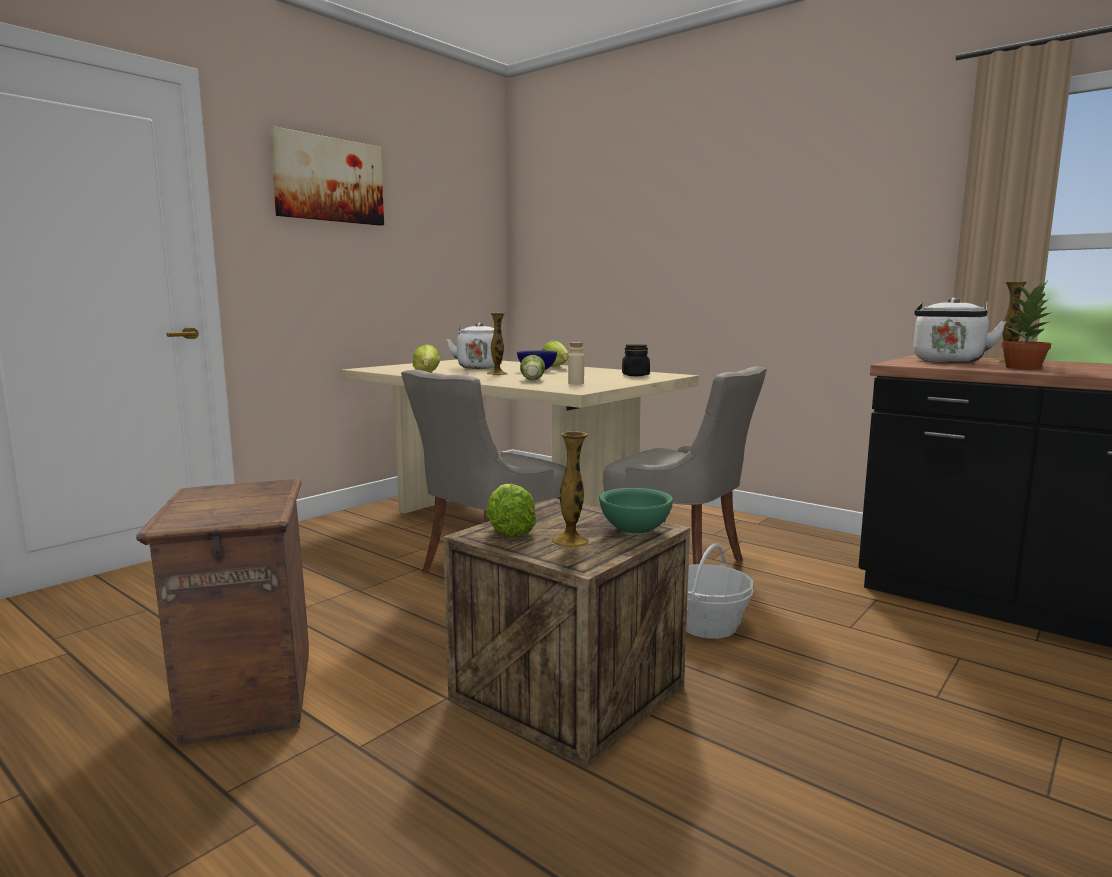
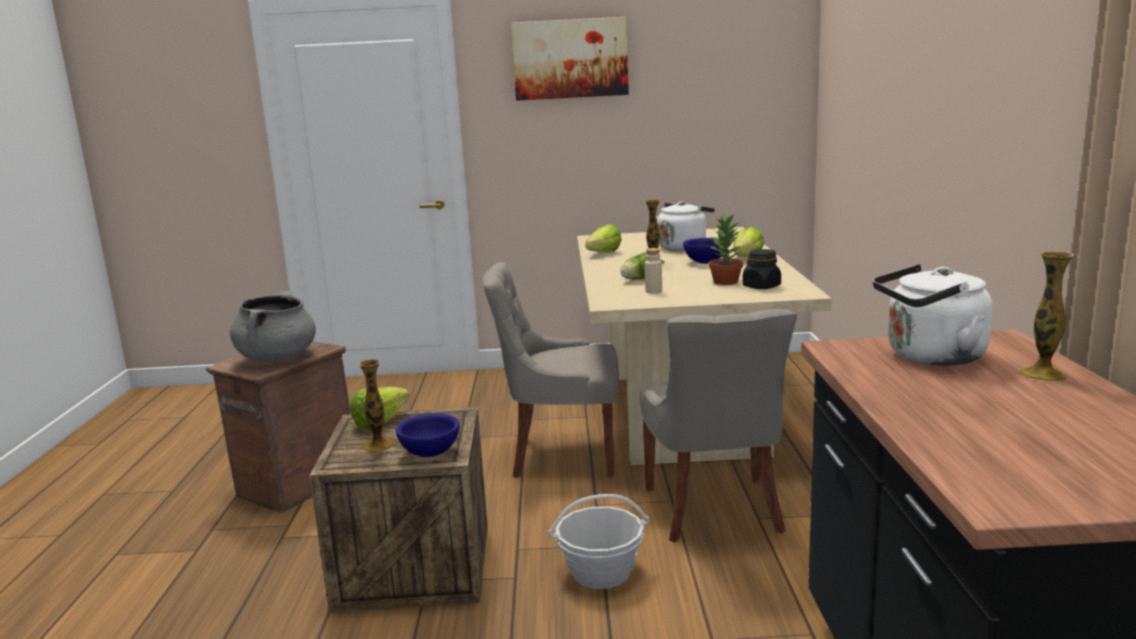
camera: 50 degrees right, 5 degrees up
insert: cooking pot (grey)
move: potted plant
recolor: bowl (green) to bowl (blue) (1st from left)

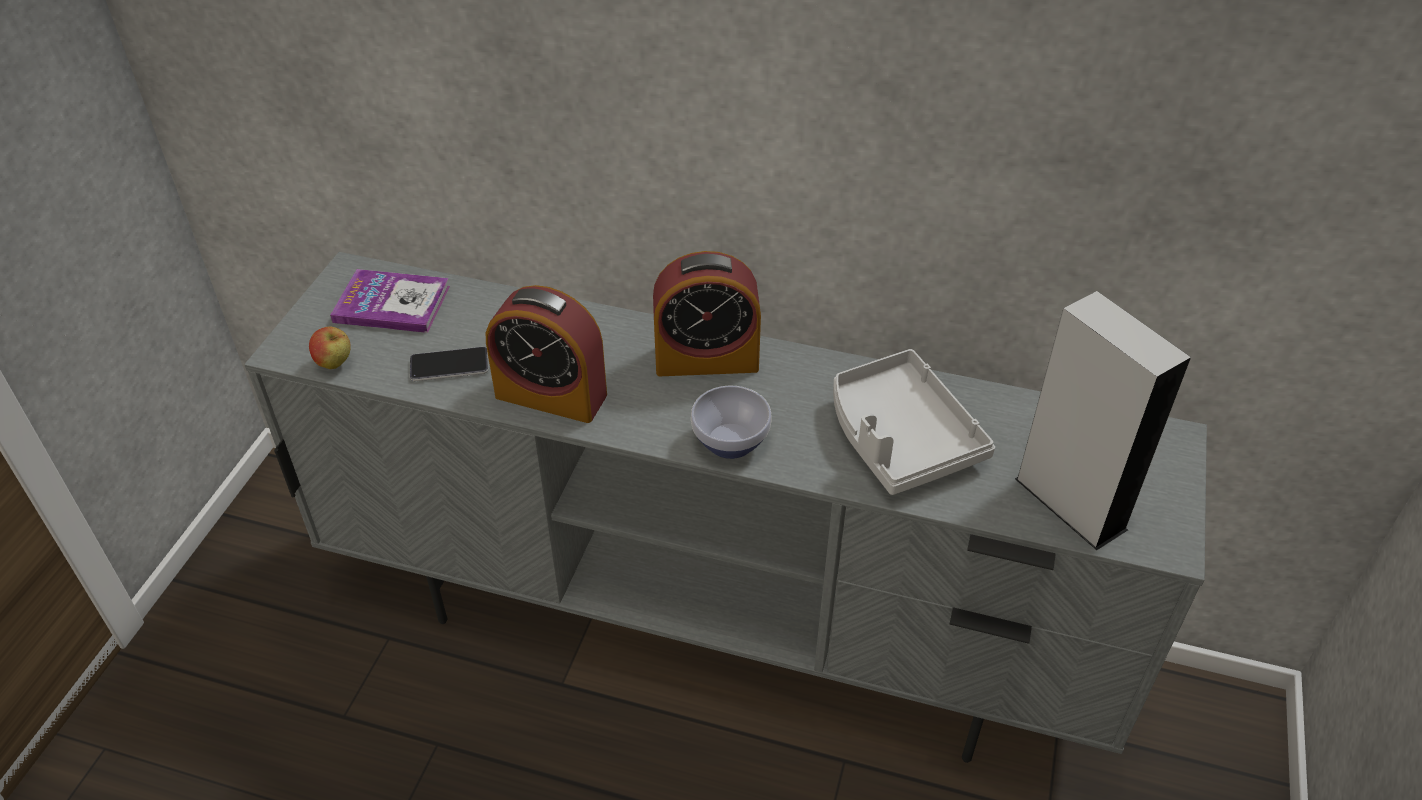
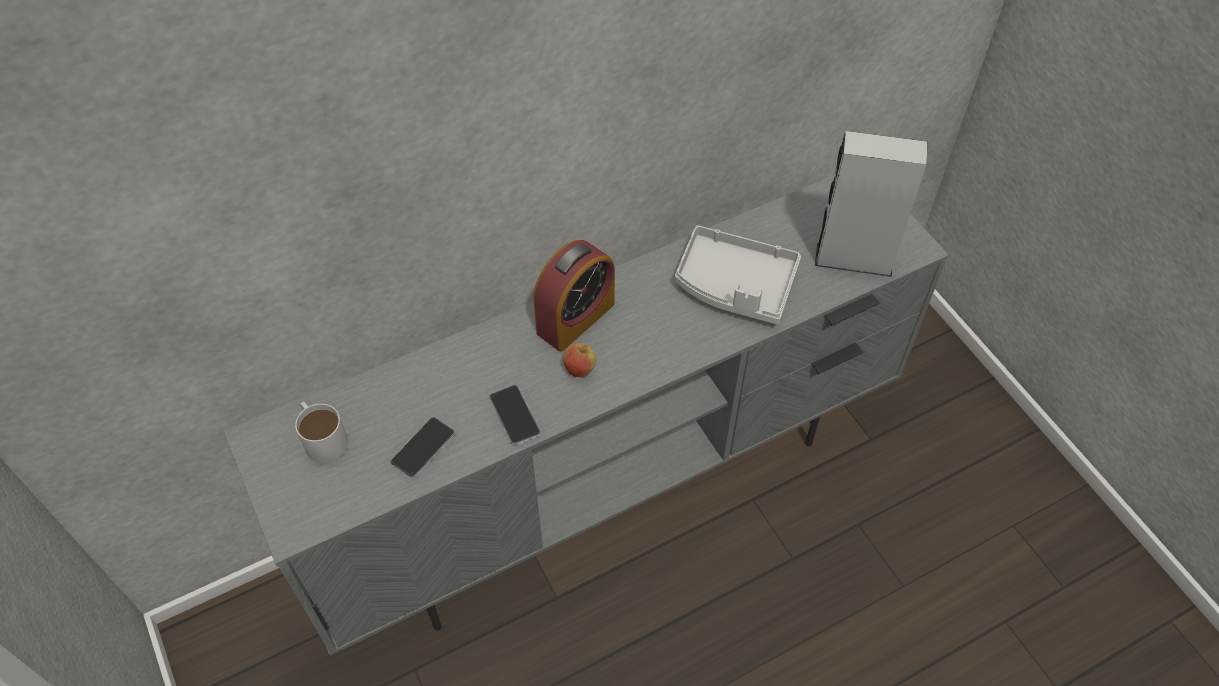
camera: 45 degrees left, 10 degrees up
delete: bowl
move: apple
replace: book to mug (white); alarm clock (1st from left) to phone (2nd from left)

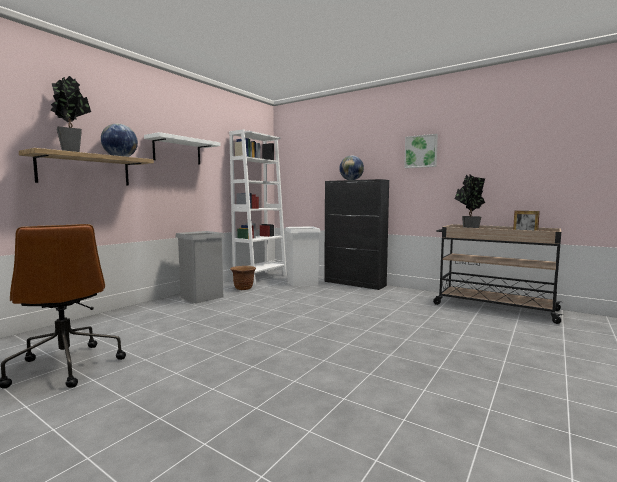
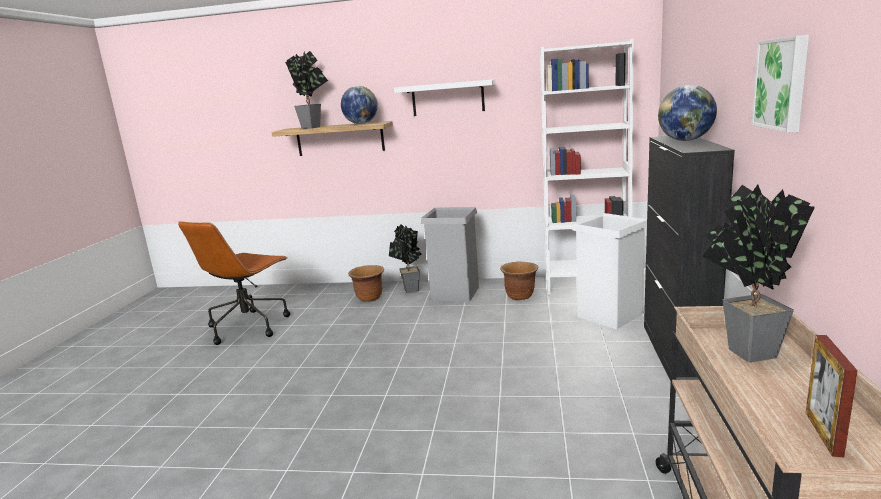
camera: 65 degrees right, 10 degrees up
insert: potted plant (2nd from left); planter (brown) (1st from left)

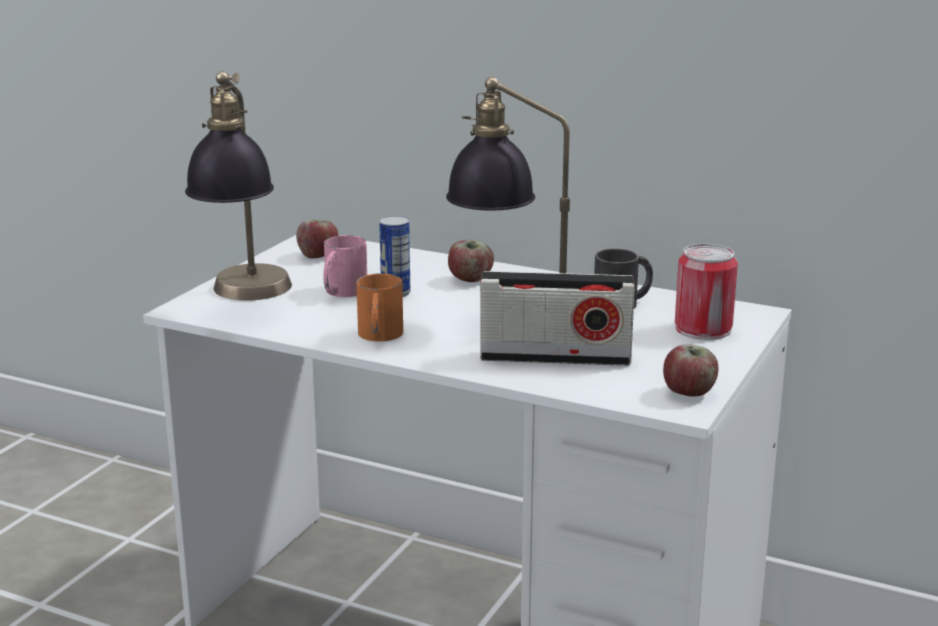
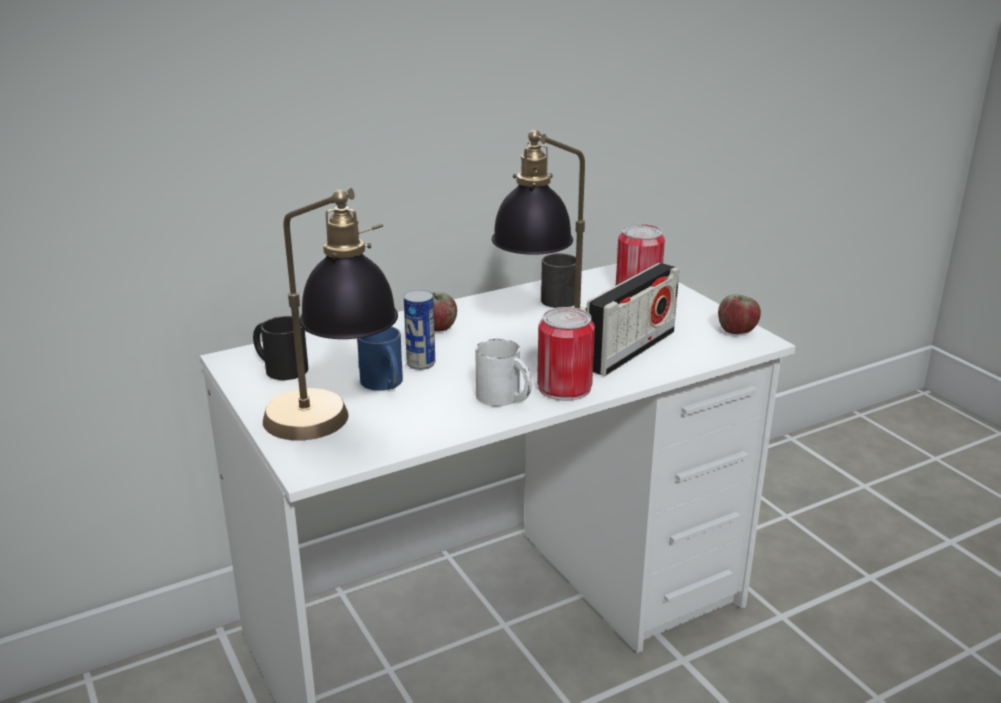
camera: 55 degrees left, 5 degrees up
insert: can (2nd from left)
replace: apple (1st from left) to mug (black) (1st from left)
recolor: mug (pink) to mug (blue); mug (orange) to mug (white)

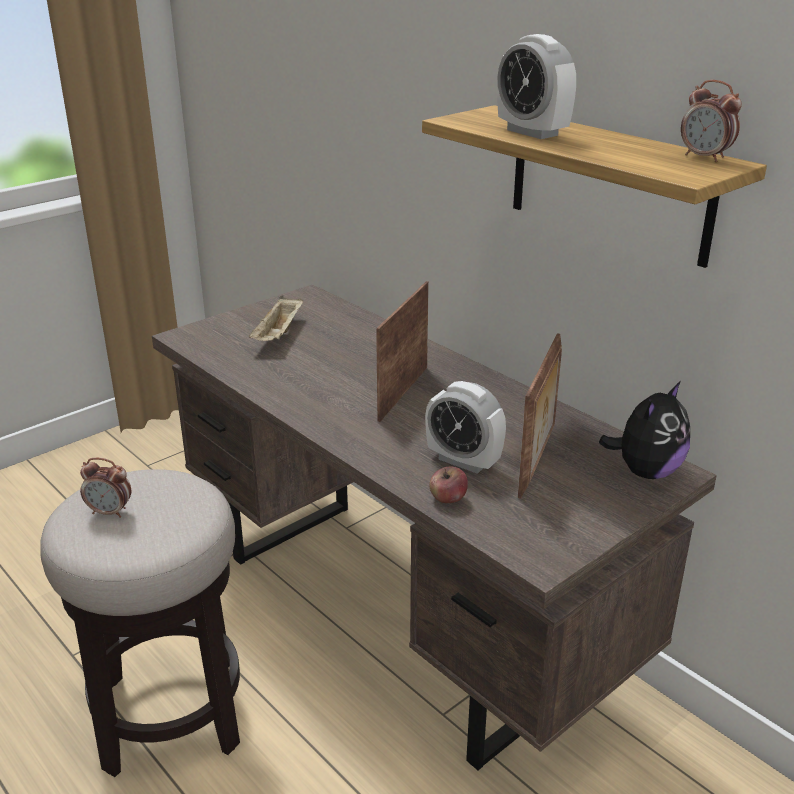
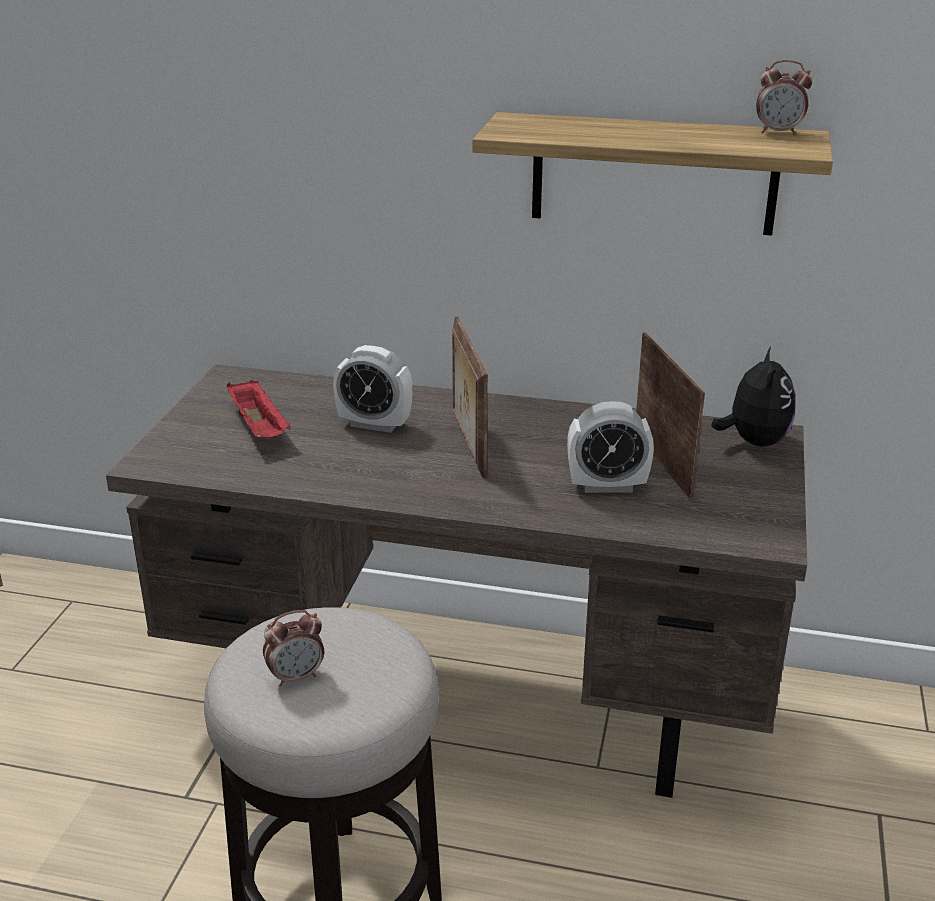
camera: 35 degrees left, 0 degrees up
delete: apple
move: alarm clock (3rd from left in the first image) to alarm clock (2nd from left)
recolor: tray (beige) to tray (red)

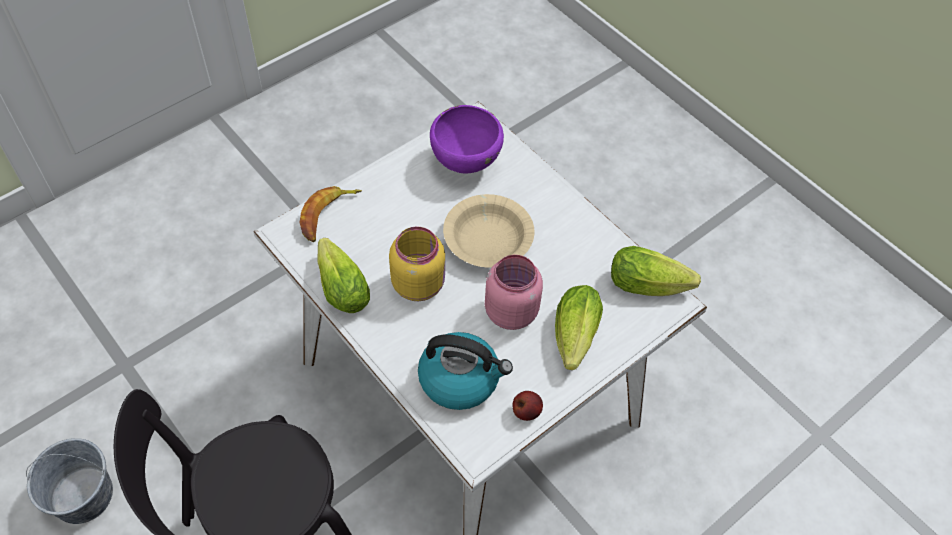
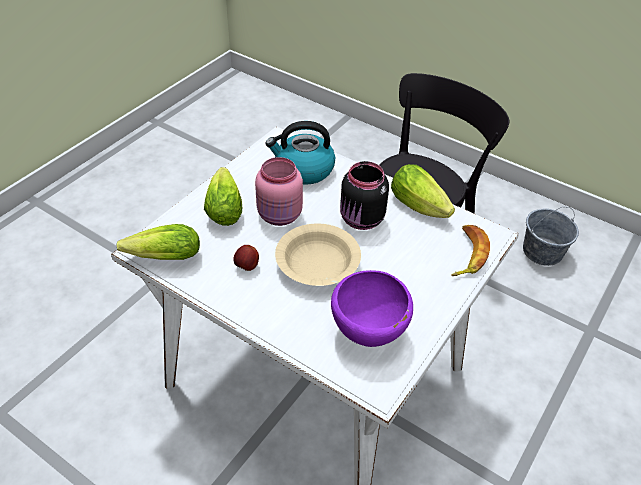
camera: 165 degrees right, 10 degrees down
move: apple
recolor: jar (yellow) to jar (black)

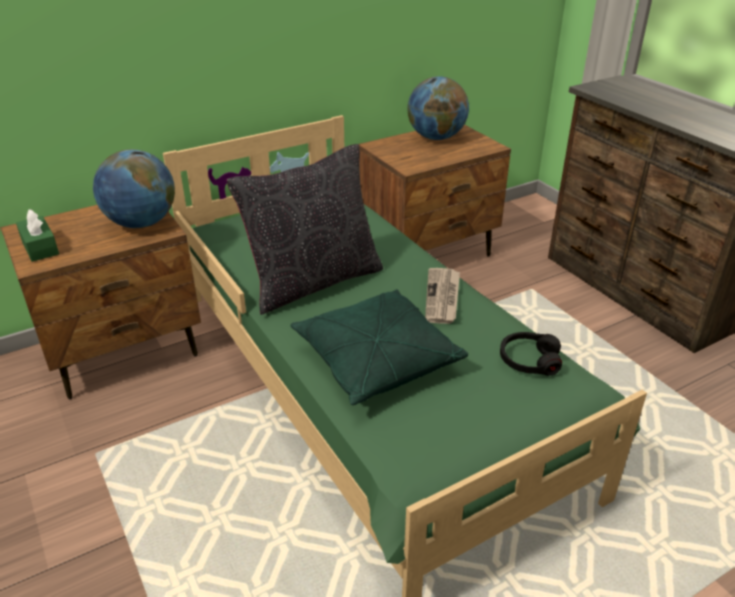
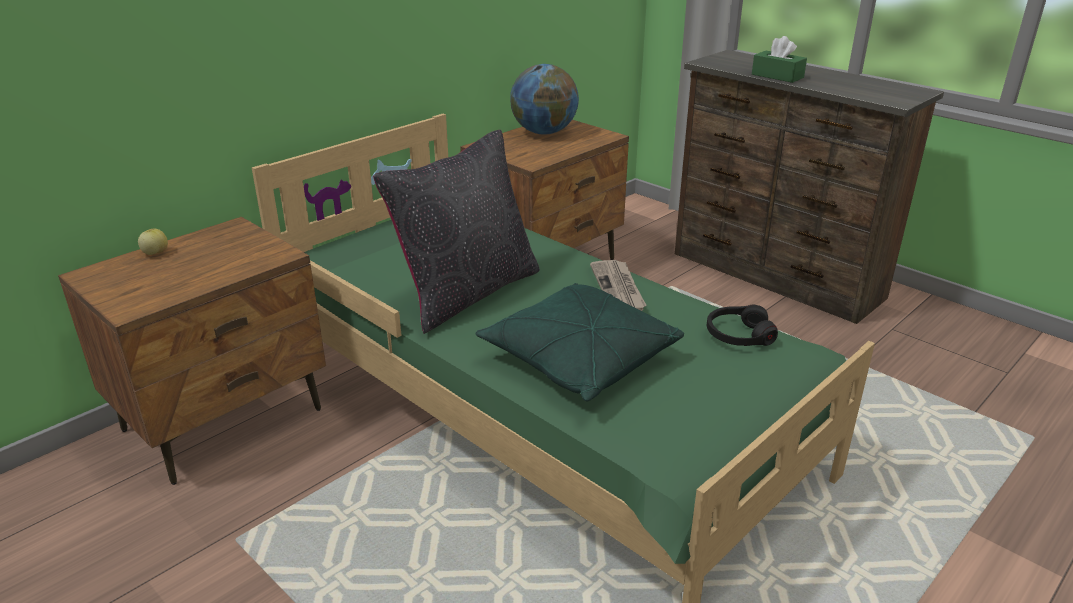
camera: 15 degrees left, 5 degrees down
delete: globe (1st from left)
insert: apple
move: tissue box (green)

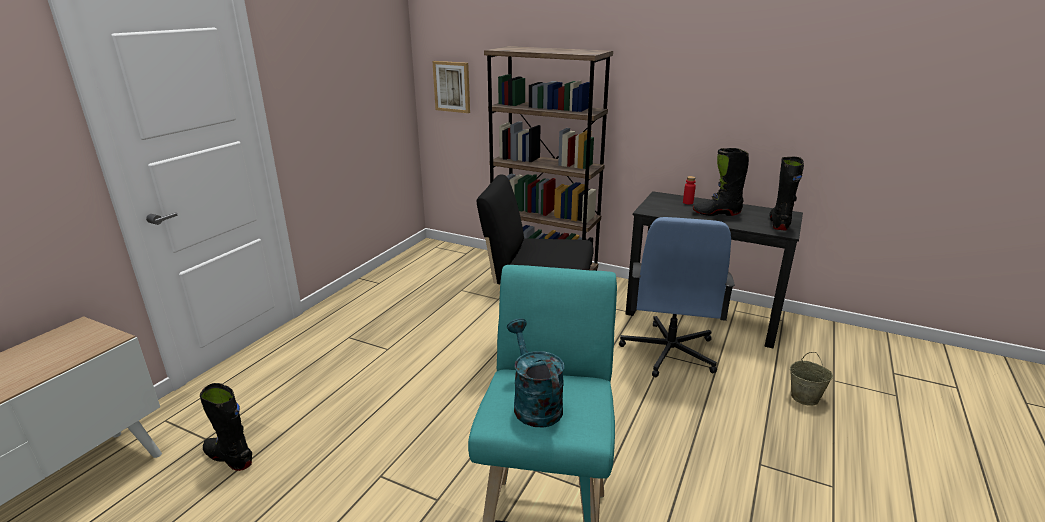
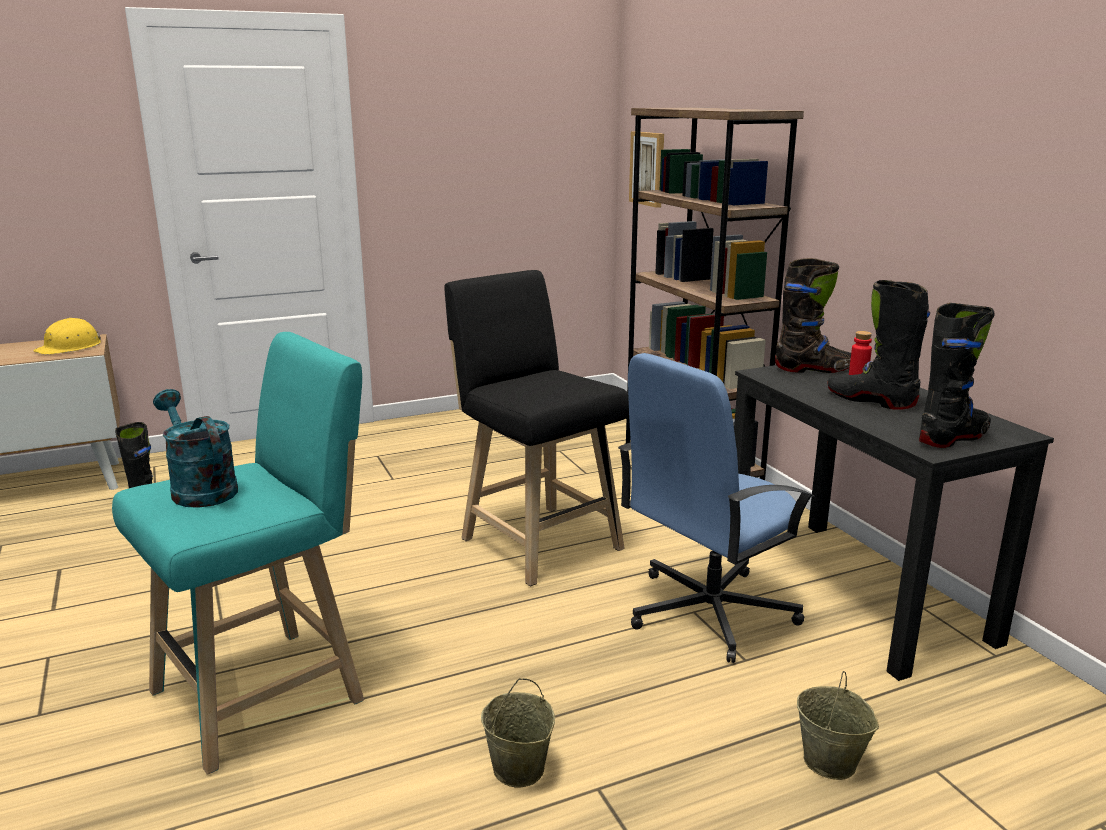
camera: 40 degrees right, 5 degrees down
insert: boot (black) (2nd from left); hard hat (yellow); bucket (beige) (1st from left)
rotate: watering can (turquoise) 60 degrees counterclockwise

